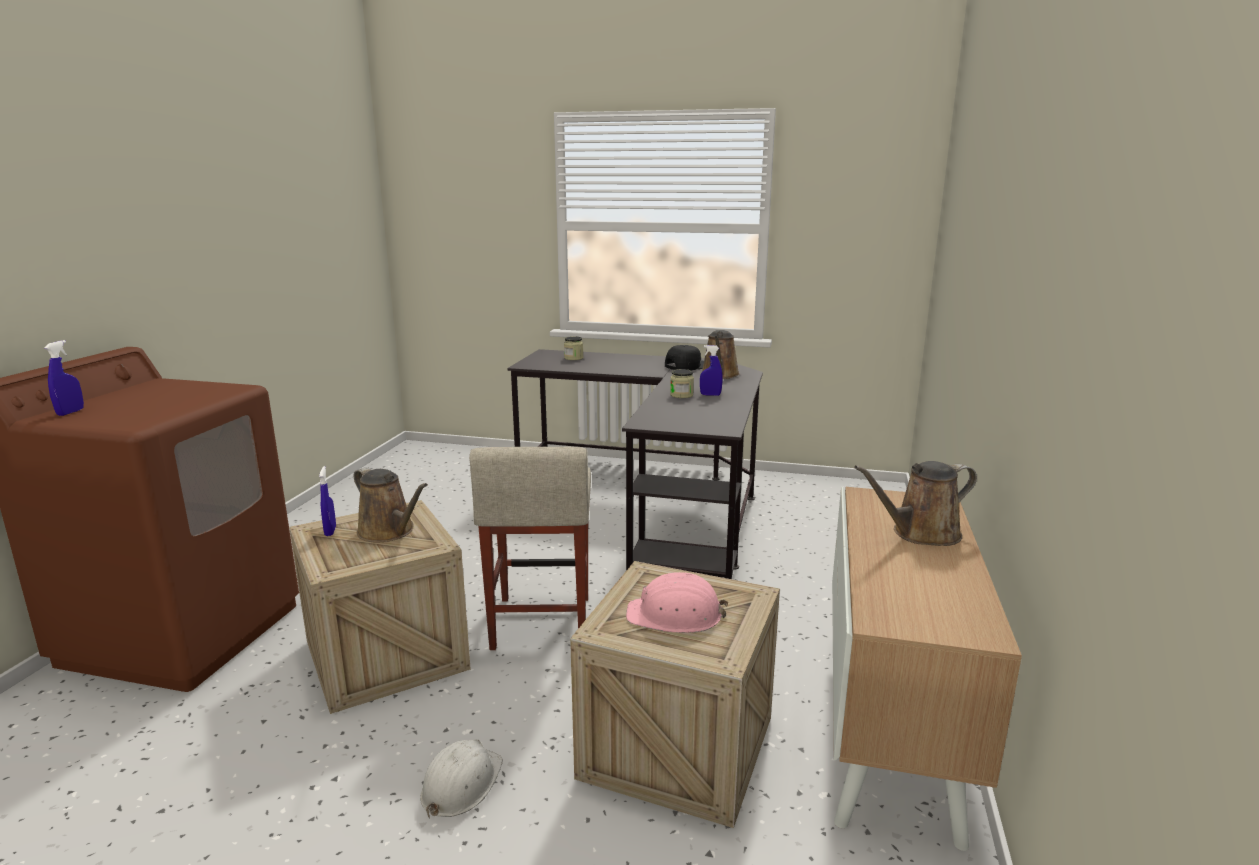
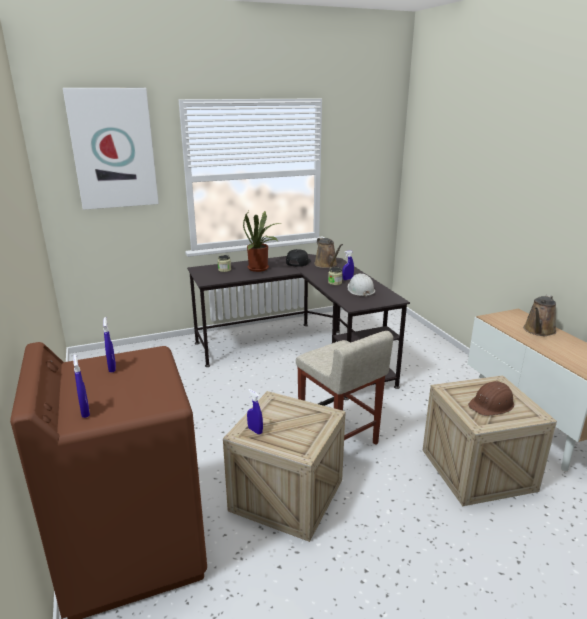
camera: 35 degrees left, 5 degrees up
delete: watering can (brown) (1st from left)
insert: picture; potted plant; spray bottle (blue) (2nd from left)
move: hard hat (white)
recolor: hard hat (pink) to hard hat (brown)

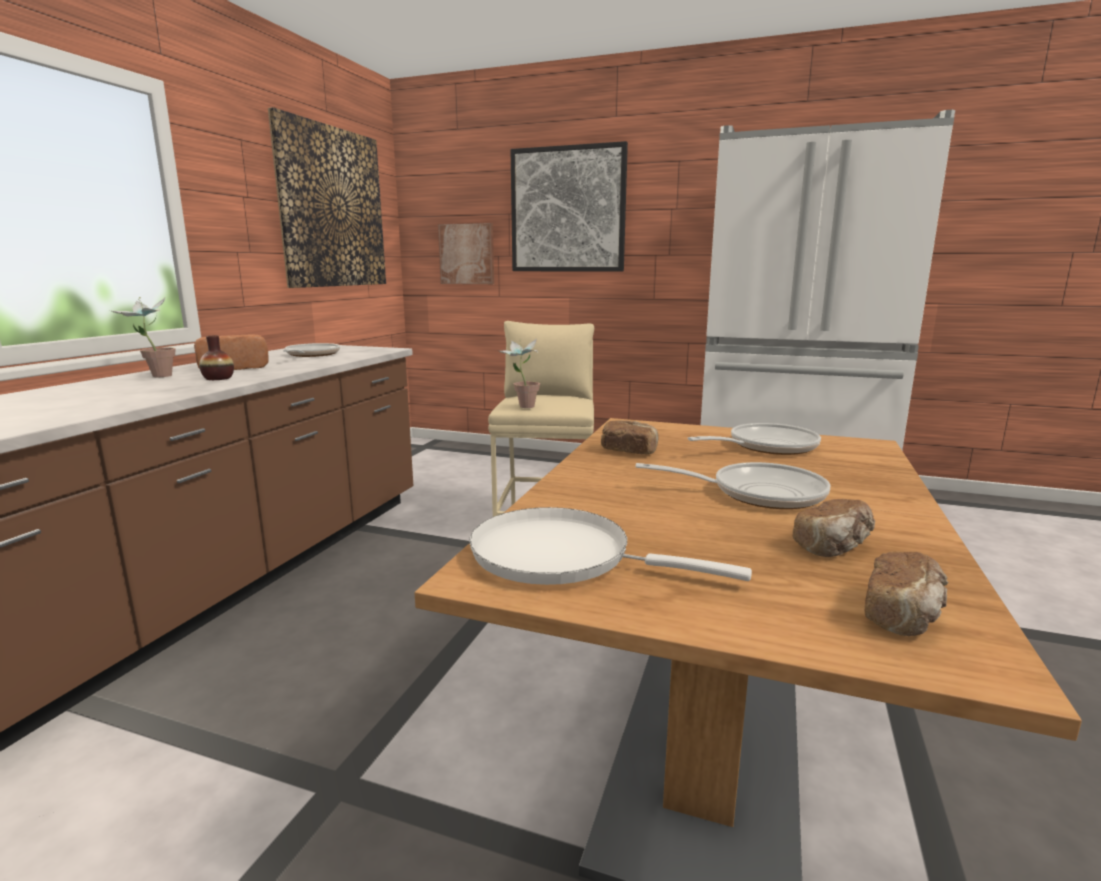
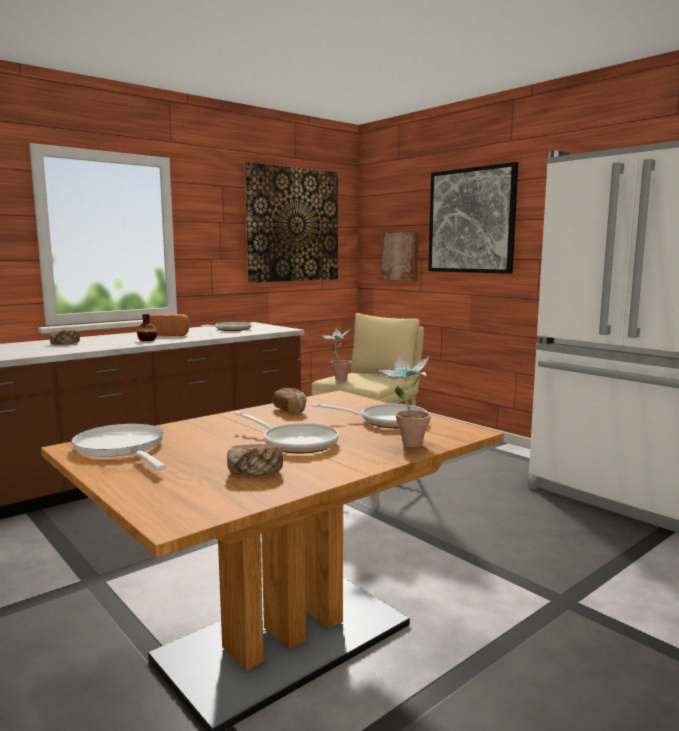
camera: 30 degrees right, 5 degrees down
move: potted plant (1st from left in the first image) to potted plant (2nd from left); bread (4th from left in the first image) to bread (1st from left)

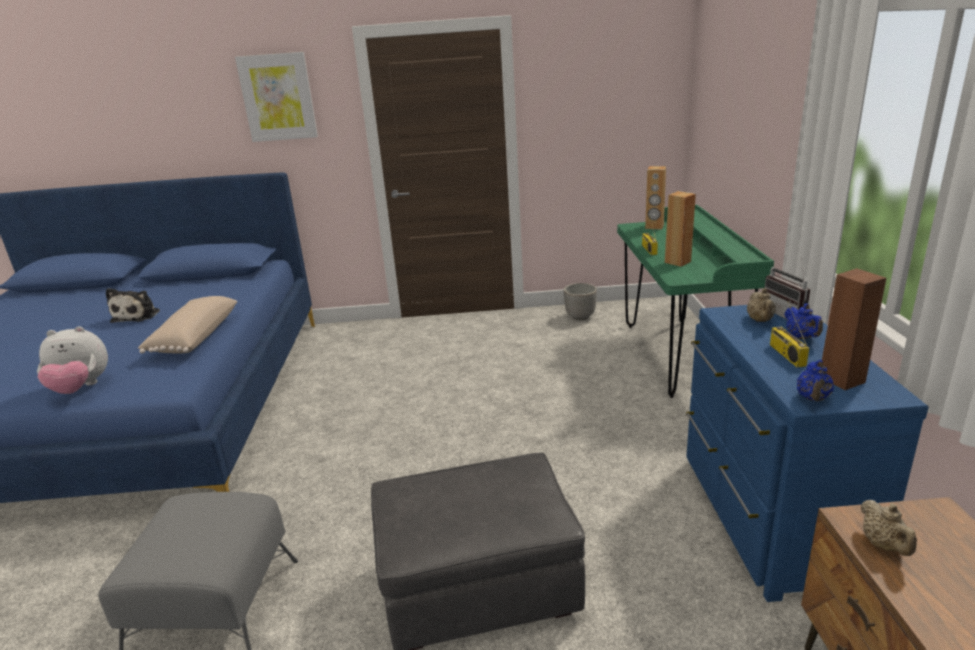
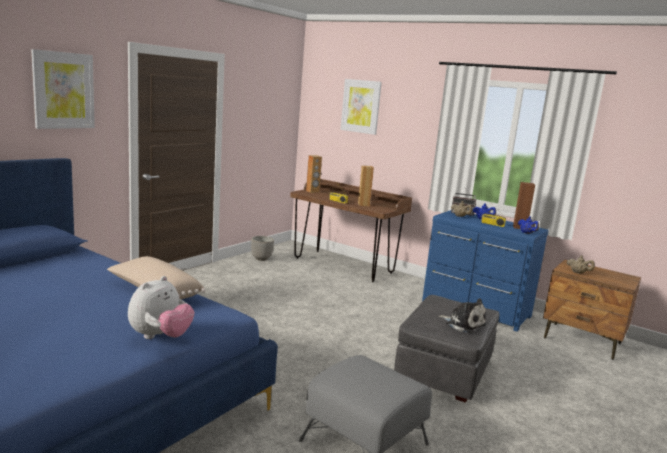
camera: 55 degrees left, 10 degrees down
insert: picture (2nd from left)
move: plush toy (2nd from left)
recolor: desk (green) to desk (brown)

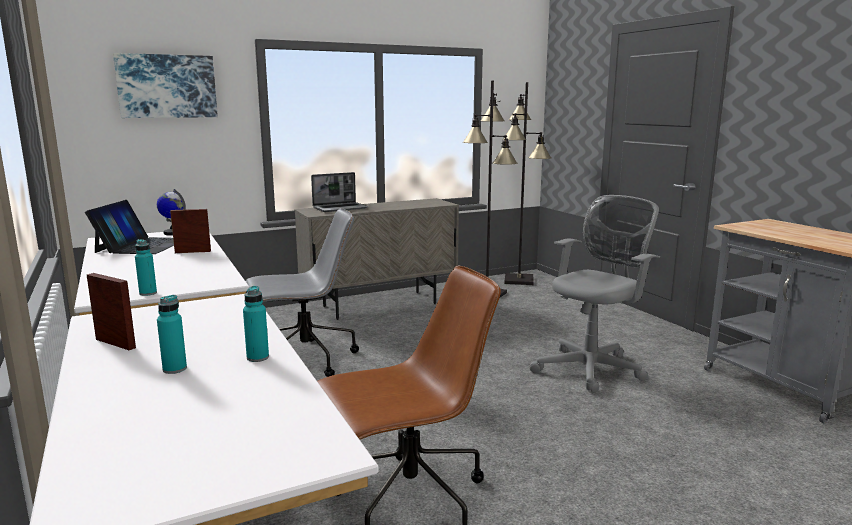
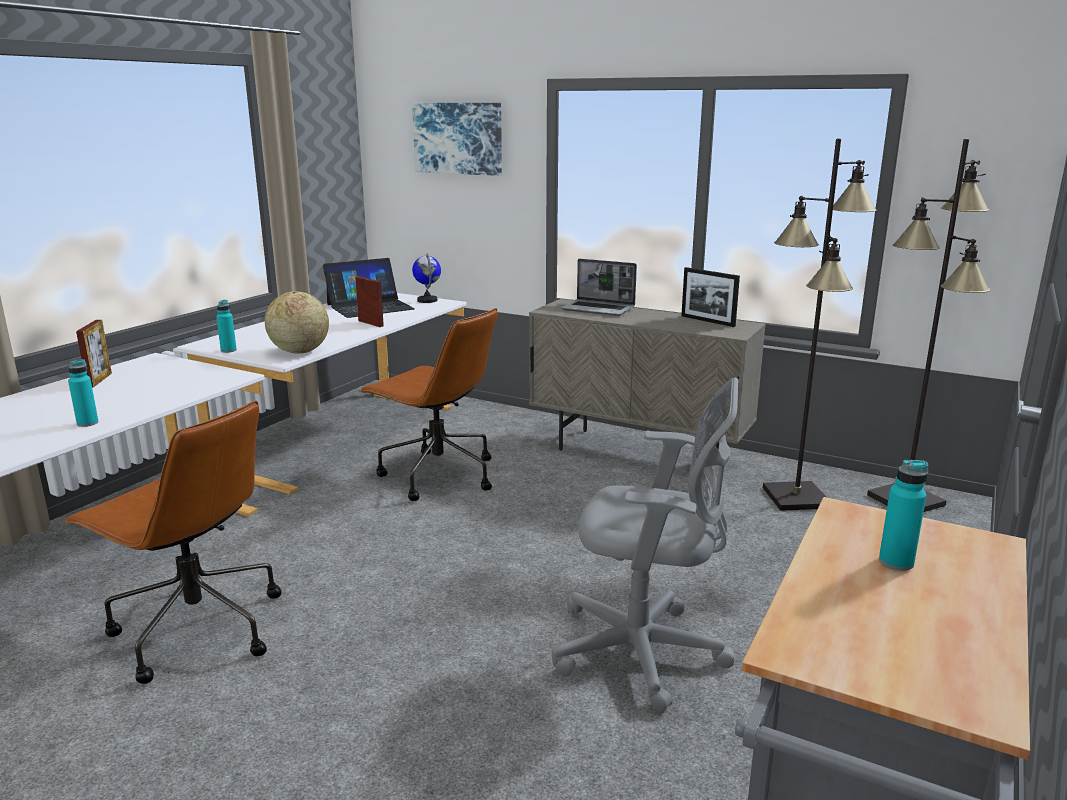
camera: 55 degrees right, 5 degrees up
insert: picture frame (3rd from left); globe (1st from left)
move: bottle (turquoise) (2nd from left in the first image) to bottle (turquoise) (3rd from left)
recolor: office chair (grey) (1st from left) to office chair (brown) (2nd from left)

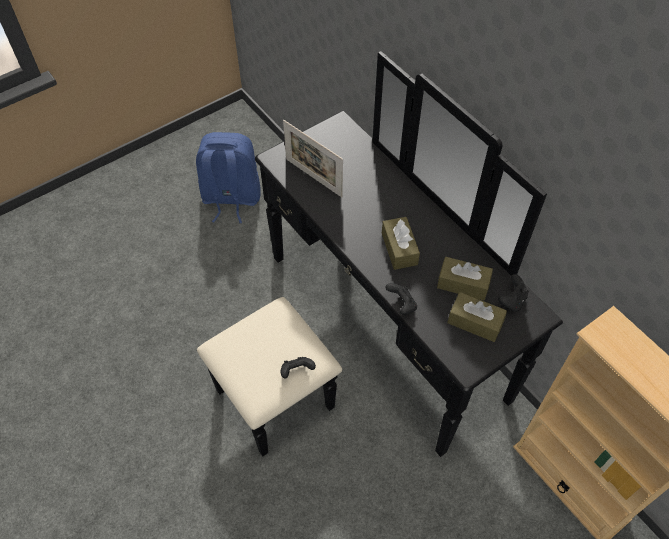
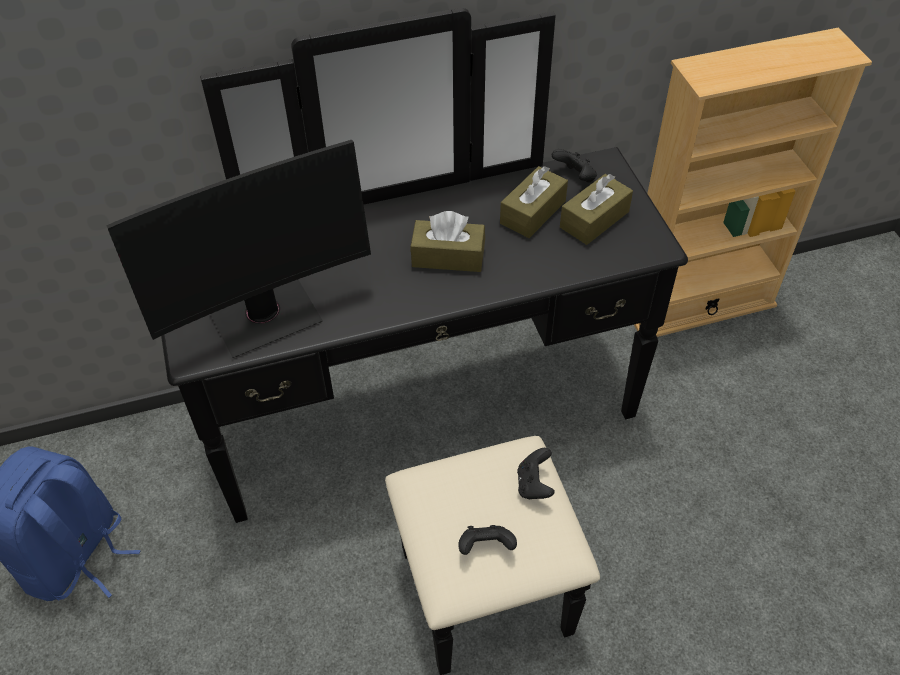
camera: 70 degrees left, 5 degrees down
move: game controller (black) (2nd from left in the first image) to game controller (black) (1st from left)
replace: picture frame to monitor

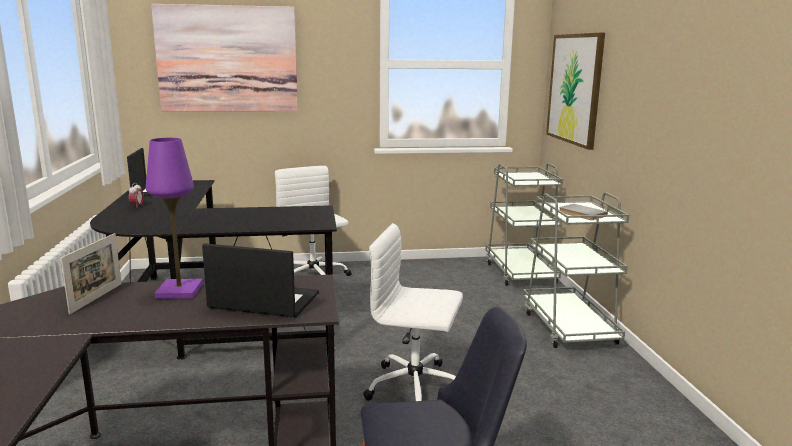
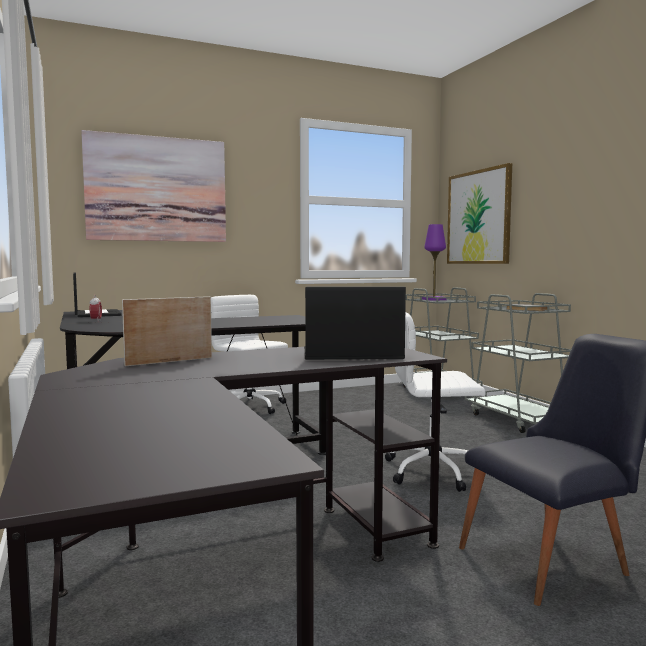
camera: 15 degrees left, 10 degrees down
move: table lamp (purple)
rotate: picture frame 120 degrees counterclockwise

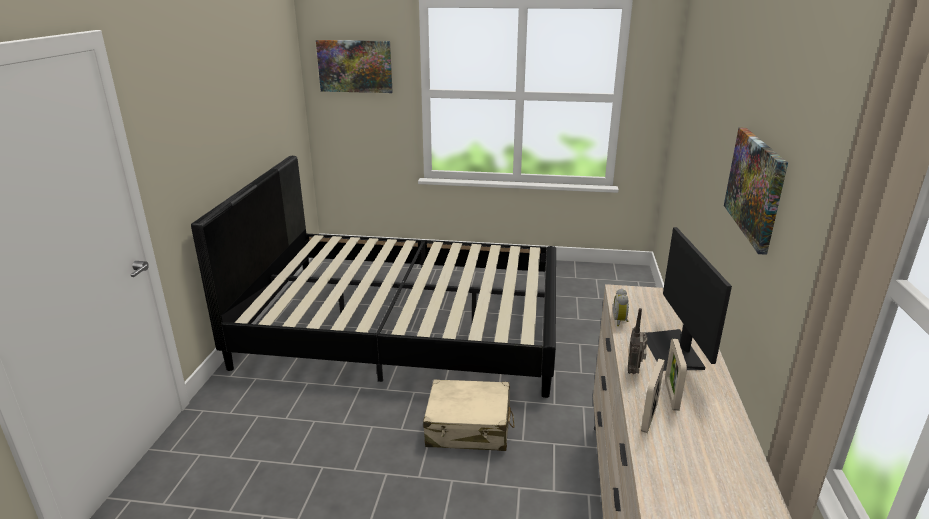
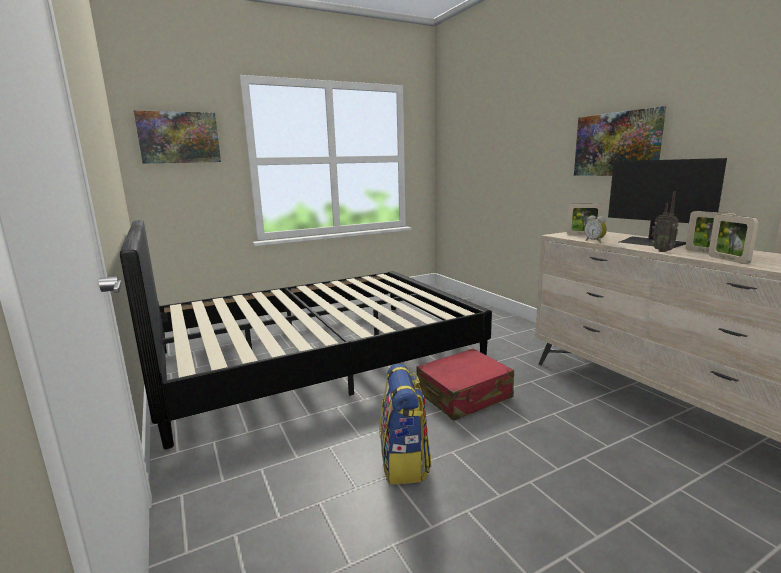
camera: 35 degrees left, 10 degrees down
insert: picture frame (1st from left); backpack
recolor: suitcase (beige) to suitcase (red)

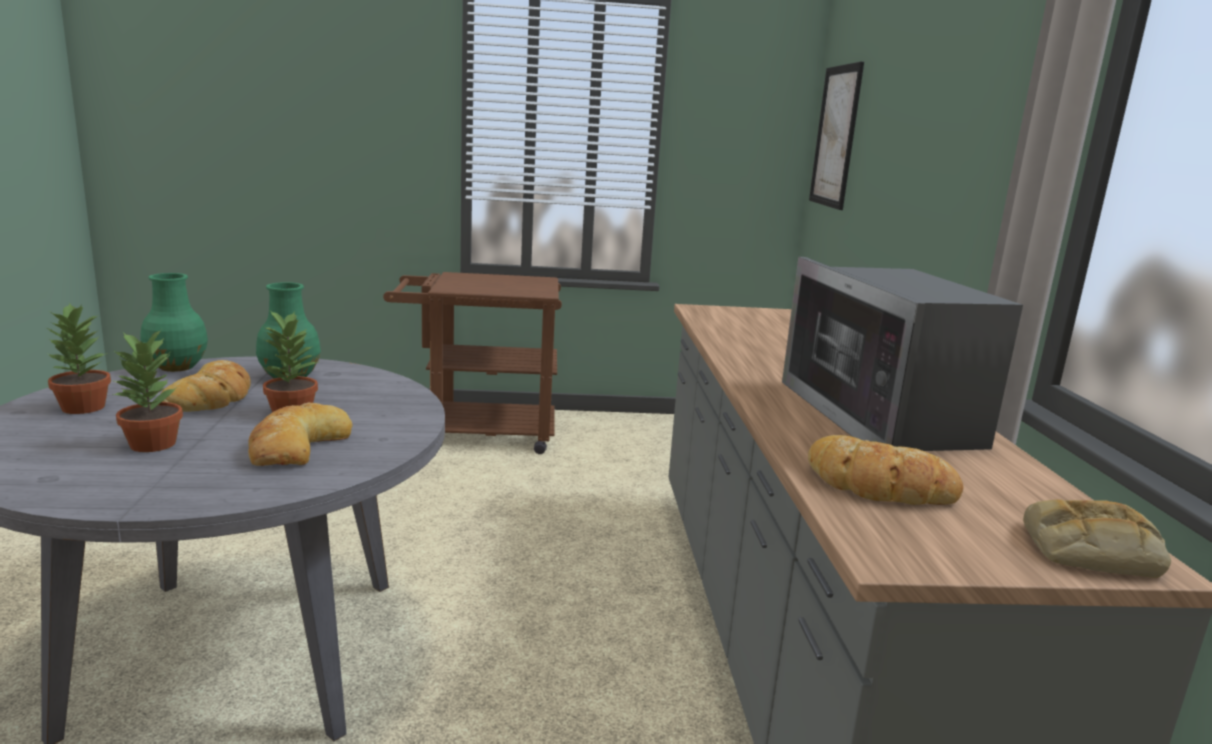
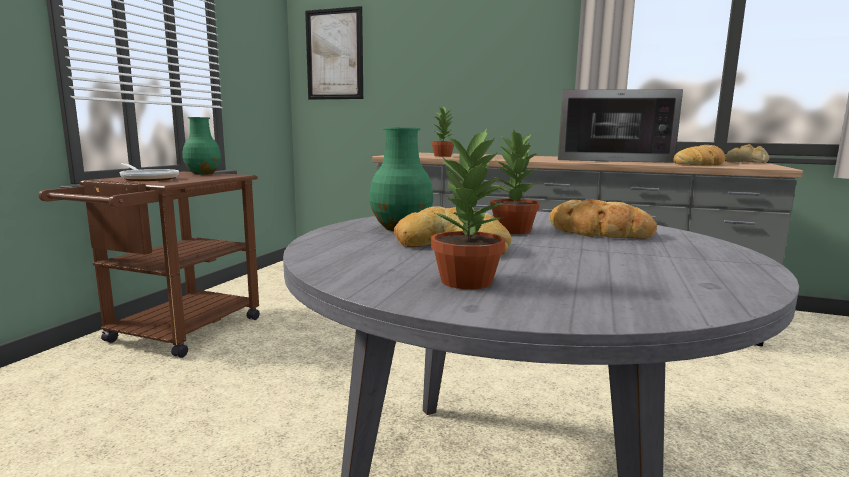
camera: 65 degrees left, 5 degrees down
insert: frying pan
move: vase (green) (1st from left); potted plant (2nd from left in the first image) to potted plant (1st from left)

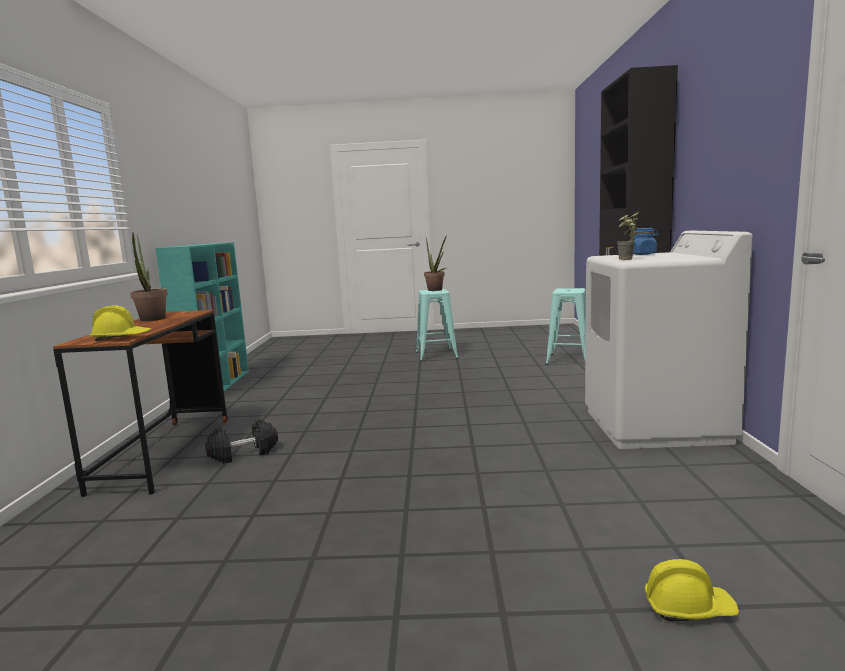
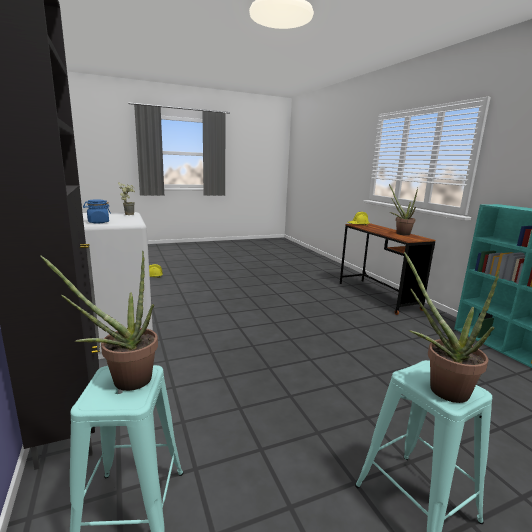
camera: 155 degrees right, 5 degrees up
delete: dumbbell (black)
insert: potted plant (1st from left)

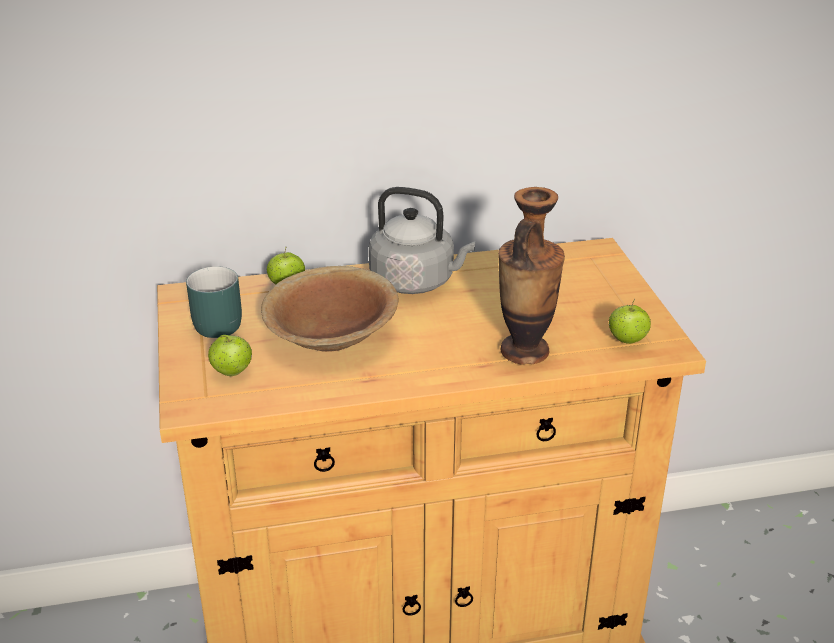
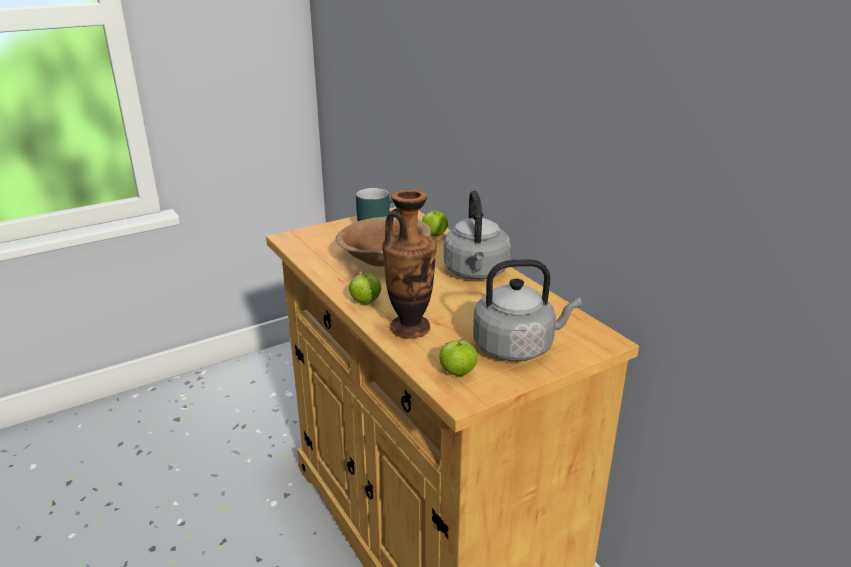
camera: 70 degrees right, 5 degrees down
insert: kettle (grey) (2nd from left)
move: apple (1st from left)

